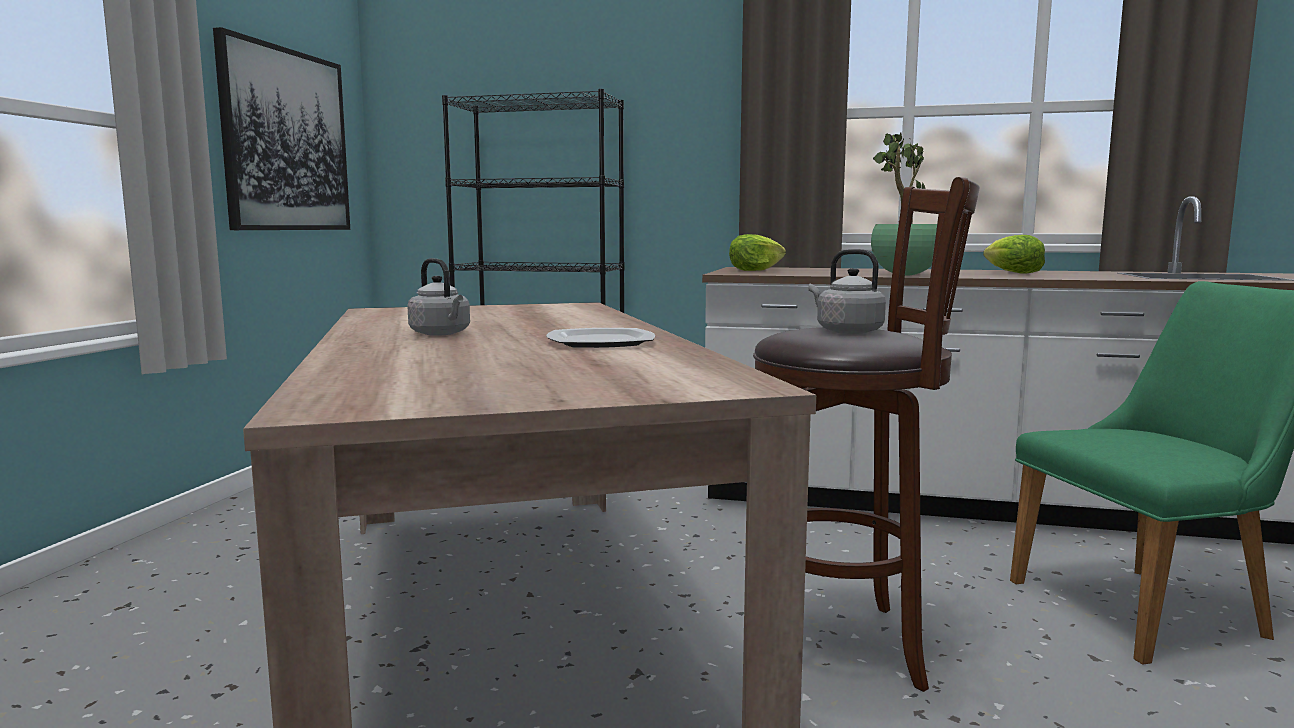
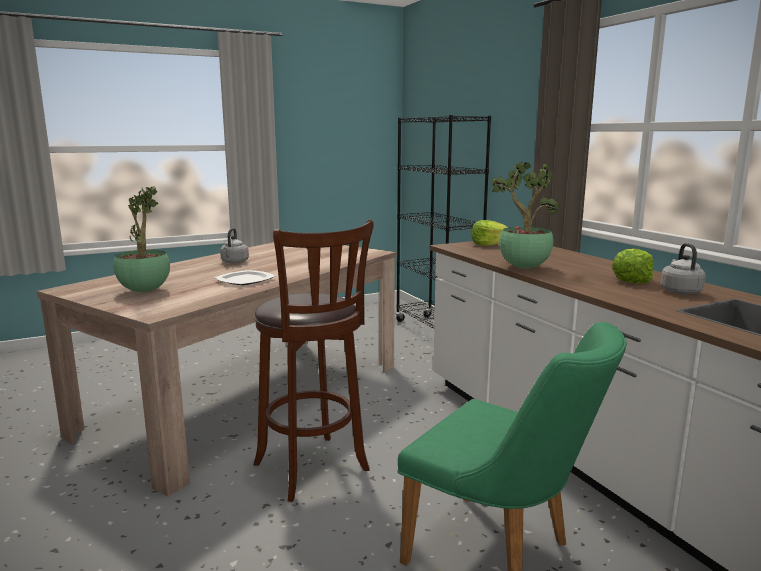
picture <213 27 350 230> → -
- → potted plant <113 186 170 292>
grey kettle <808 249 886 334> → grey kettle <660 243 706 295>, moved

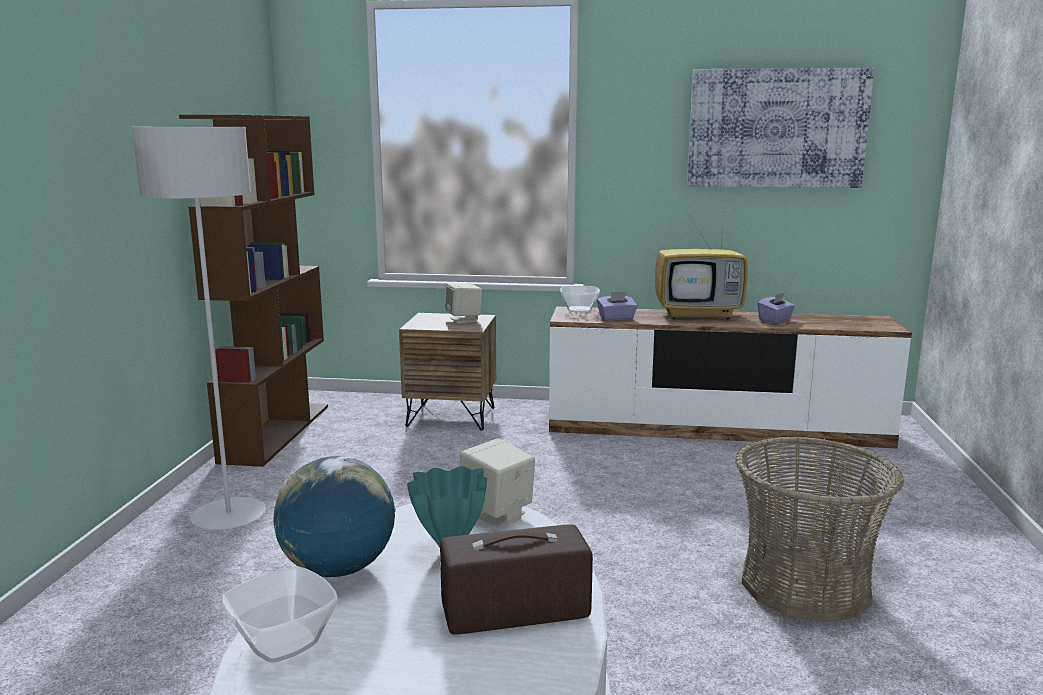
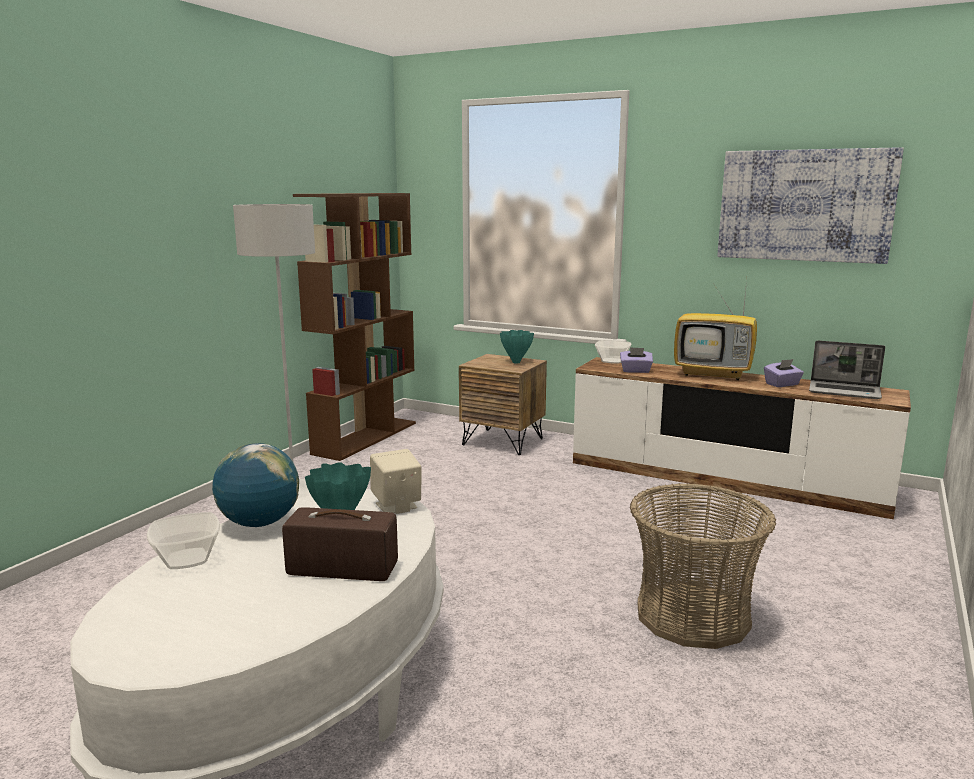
- → laptop <809 340 885 399>
beige speaker <445 283 482 323> → turquoise vase <500 330 534 363>

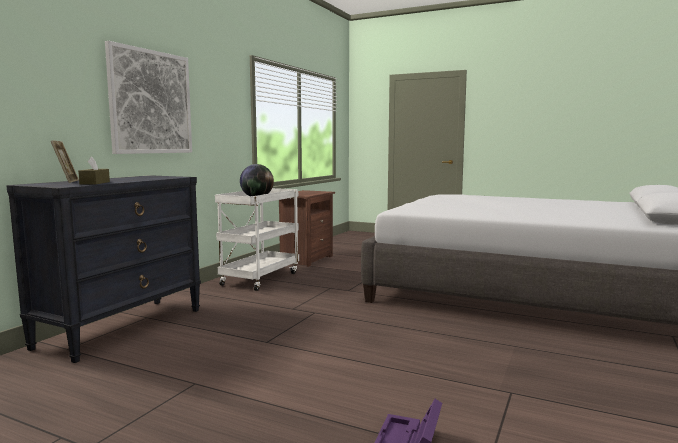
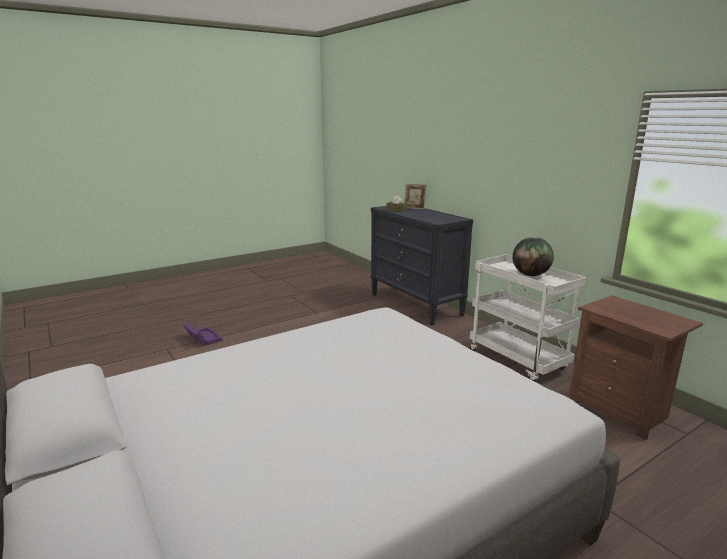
picture <105 41 192 154> → -

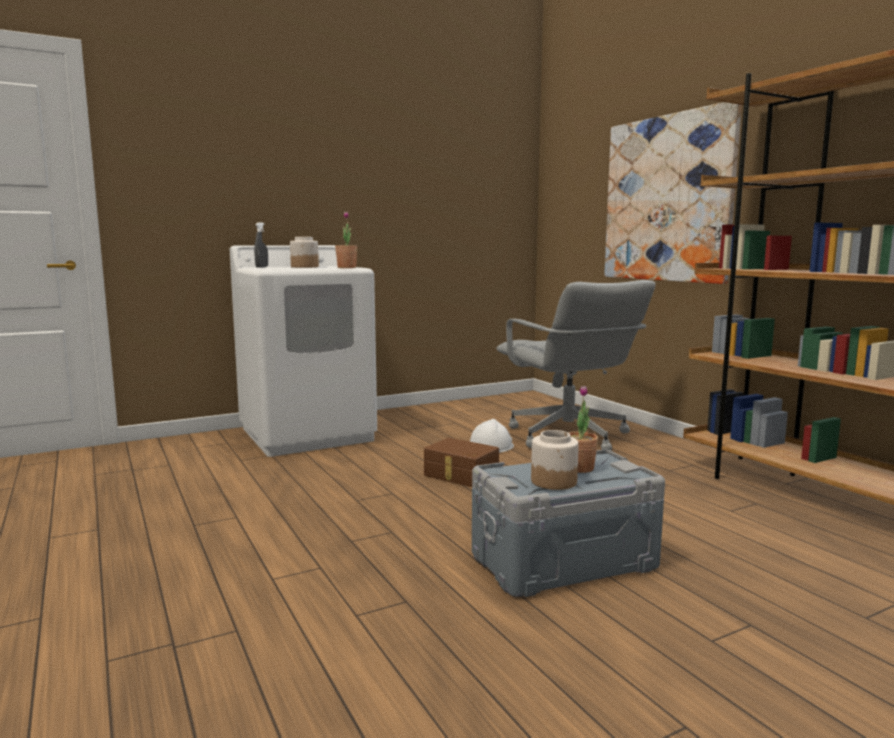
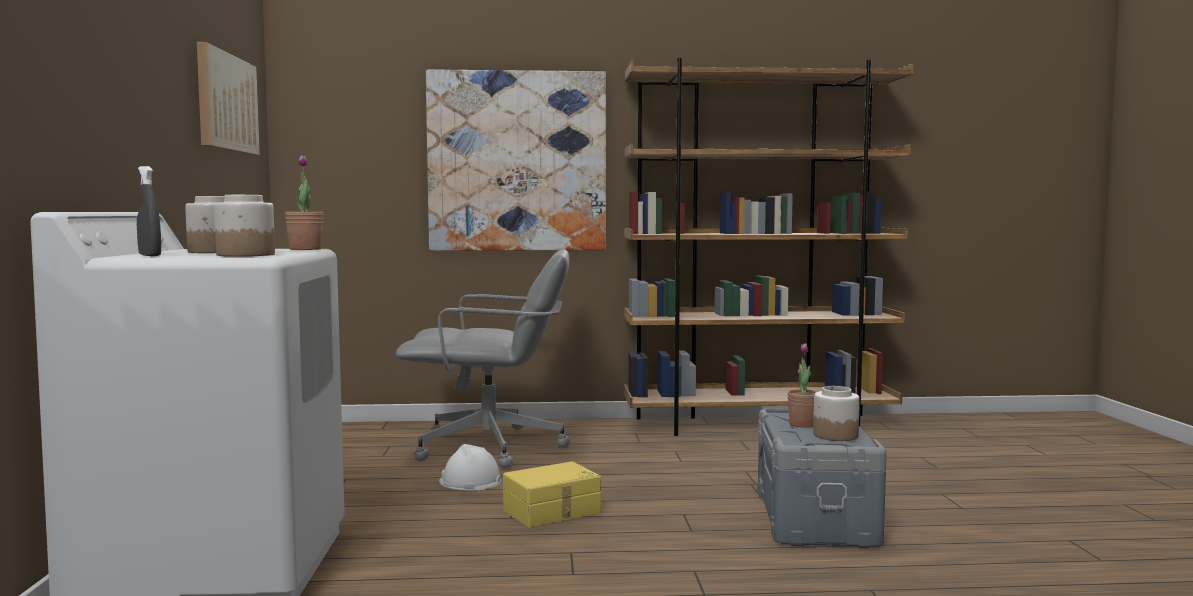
- → picture <197 42 260 155>
- → jar <214 195 275 257>
brown storage box <424 438 499 487> → yellow storage box <503 461 601 528>

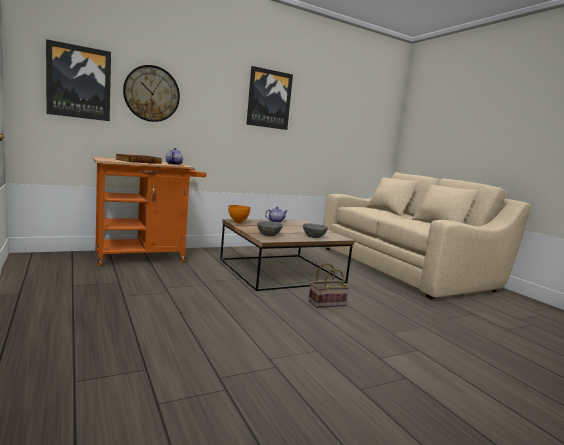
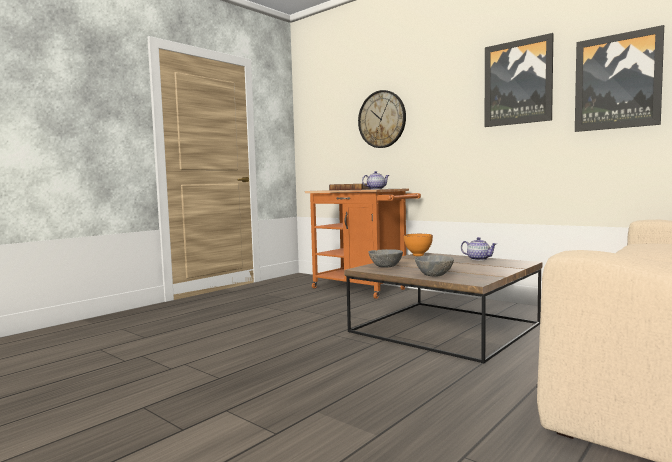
basket <308 263 349 308> → -
picture <46 39 111 121> → picture <575 25 664 132>, moved

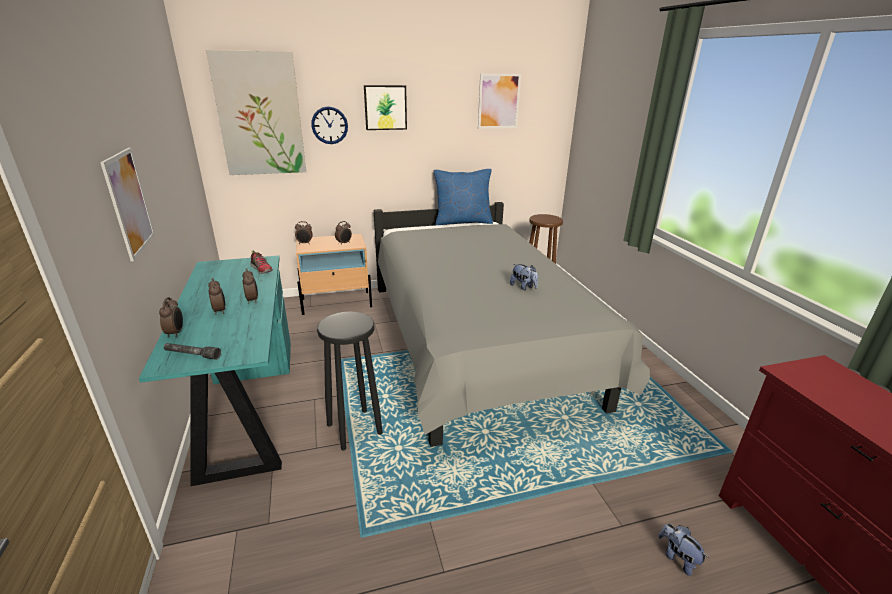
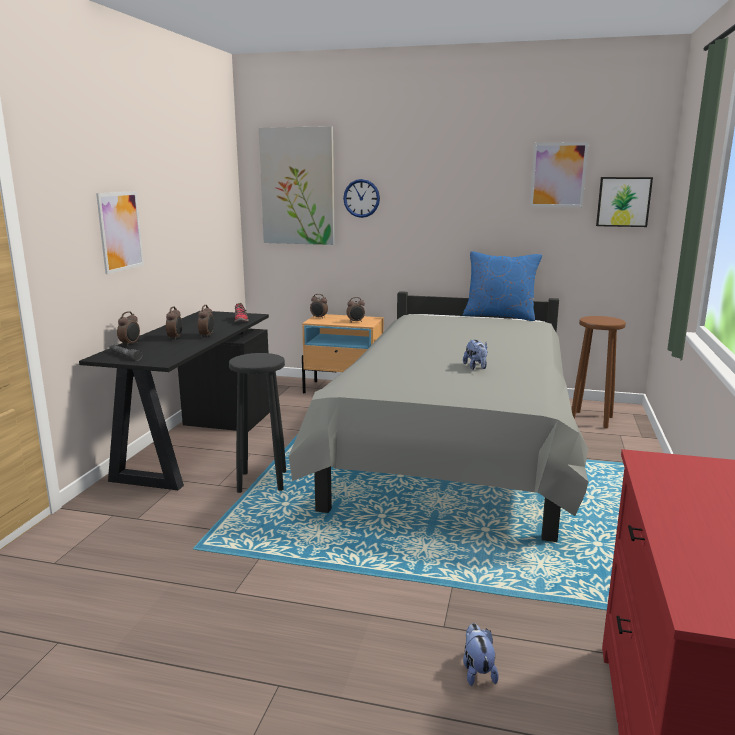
picture <364 85 407 130> → picture <596 177 653 227>, moved
turquoise desk <139 255 291 486> → black desk <79 311 270 490>

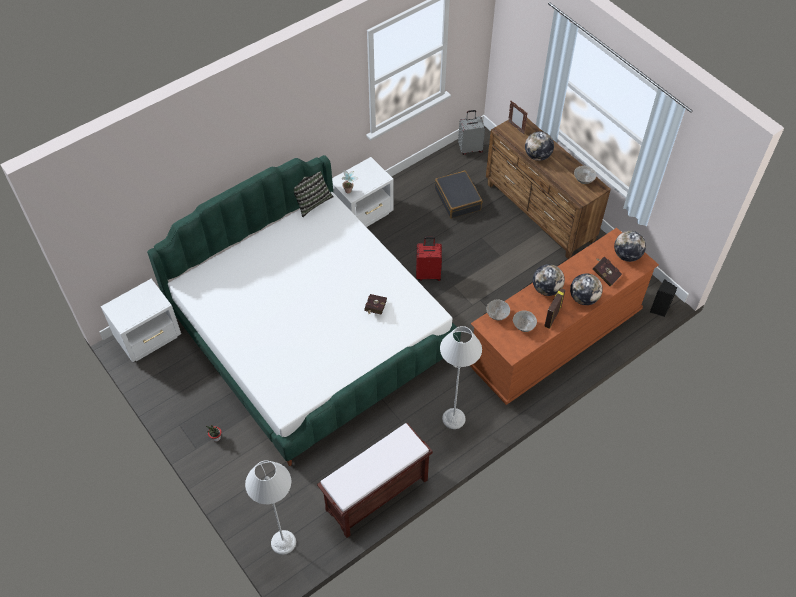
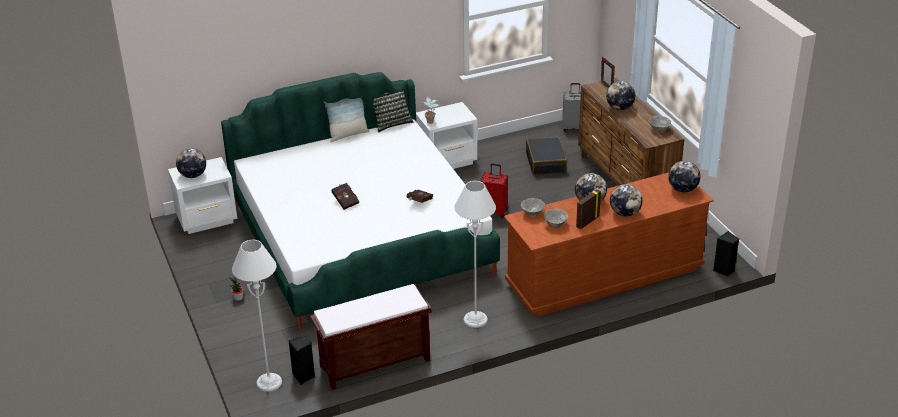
- → globe <176 148 206 178>
- → black speaker <289 336 315 385>
- → pillow <324 97 369 142>
red book <593 256 622 286> → red book <331 183 359 210>, moved

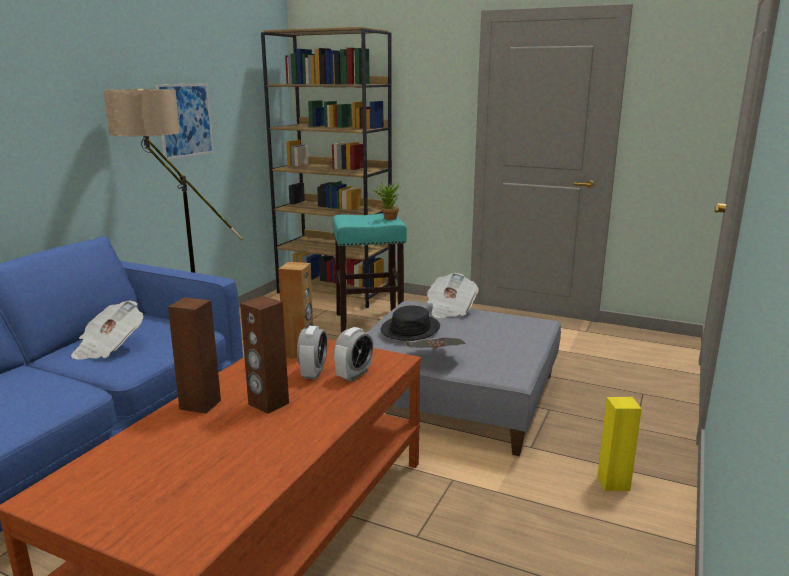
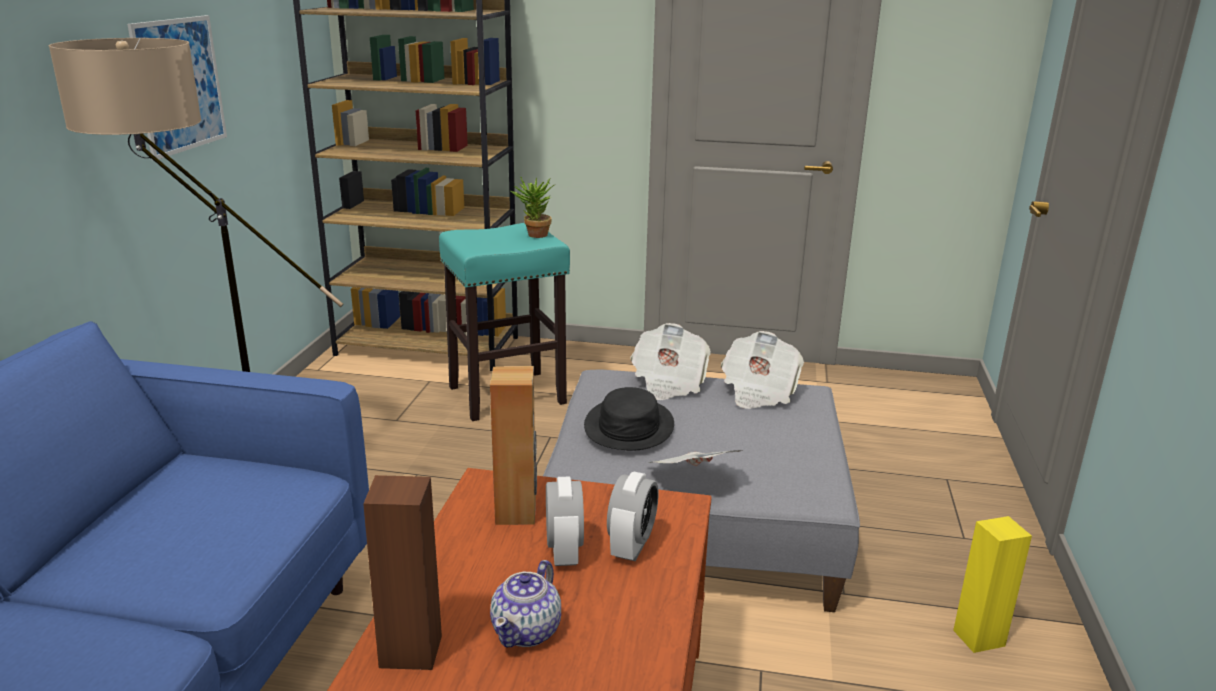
newspaper <71 301 143 359> → newspaper <721 331 804 409>, moved
brown speaker <240 296 289 414> → teapot <490 560 561 647>

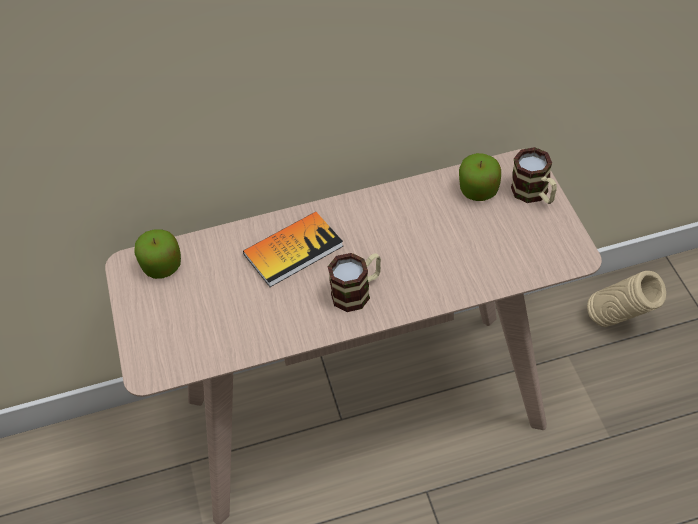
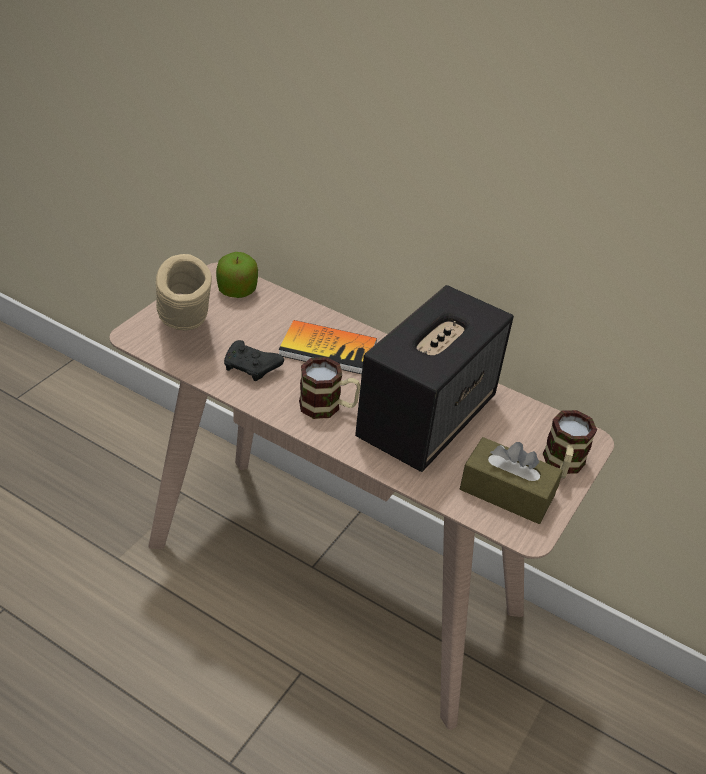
apple <459 153 501 201> → -
- → black game controller <224 340 284 381>
- → speaker <355 285 514 472>
- → brown tissue box <460 437 563 524>
beige vase <587 271 666 327> → beige vase <156 254 212 331>, moved

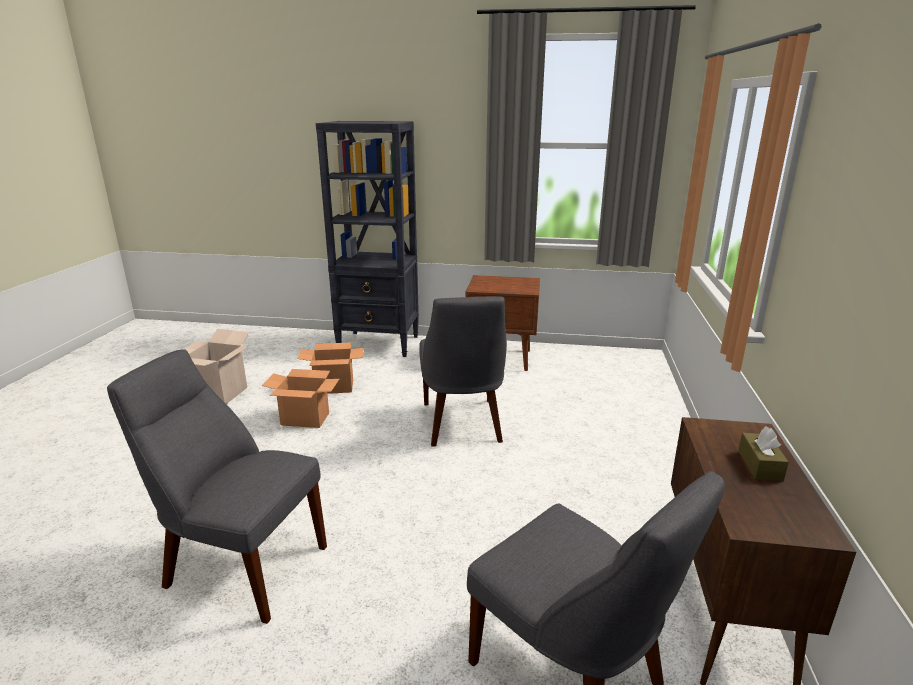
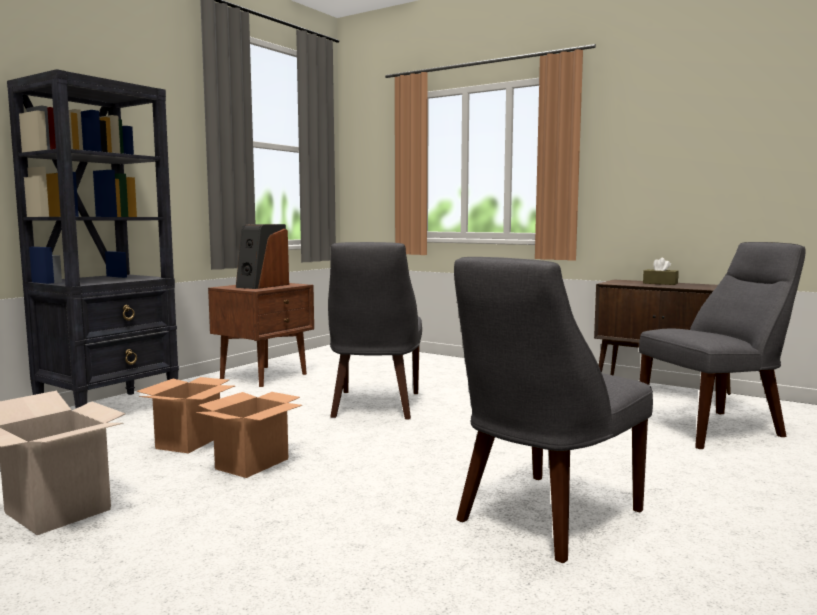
- → speaker <236 224 289 289>
grey chair <419 296 507 447> → grey chair <328 242 422 419>, 75 degrees clockwise

